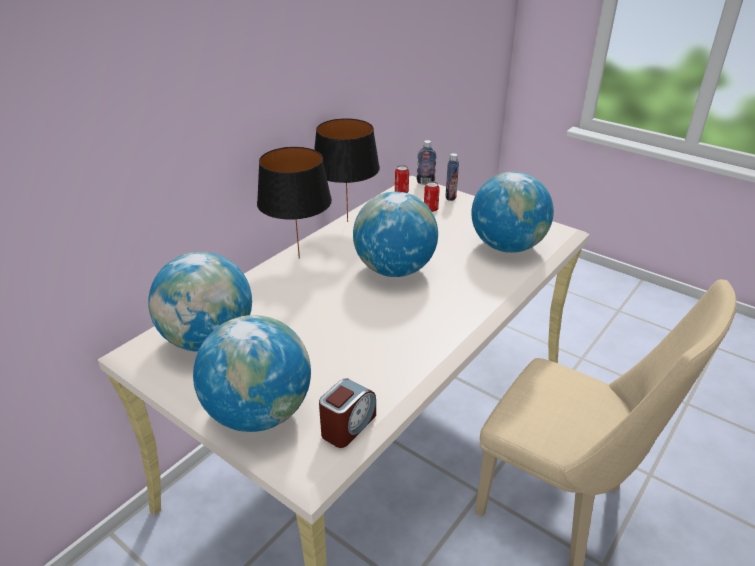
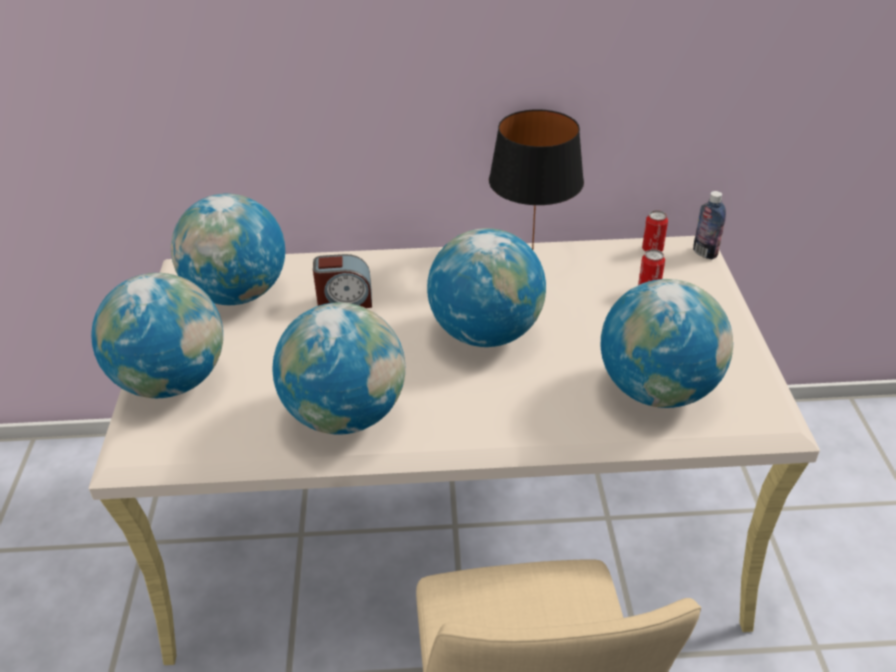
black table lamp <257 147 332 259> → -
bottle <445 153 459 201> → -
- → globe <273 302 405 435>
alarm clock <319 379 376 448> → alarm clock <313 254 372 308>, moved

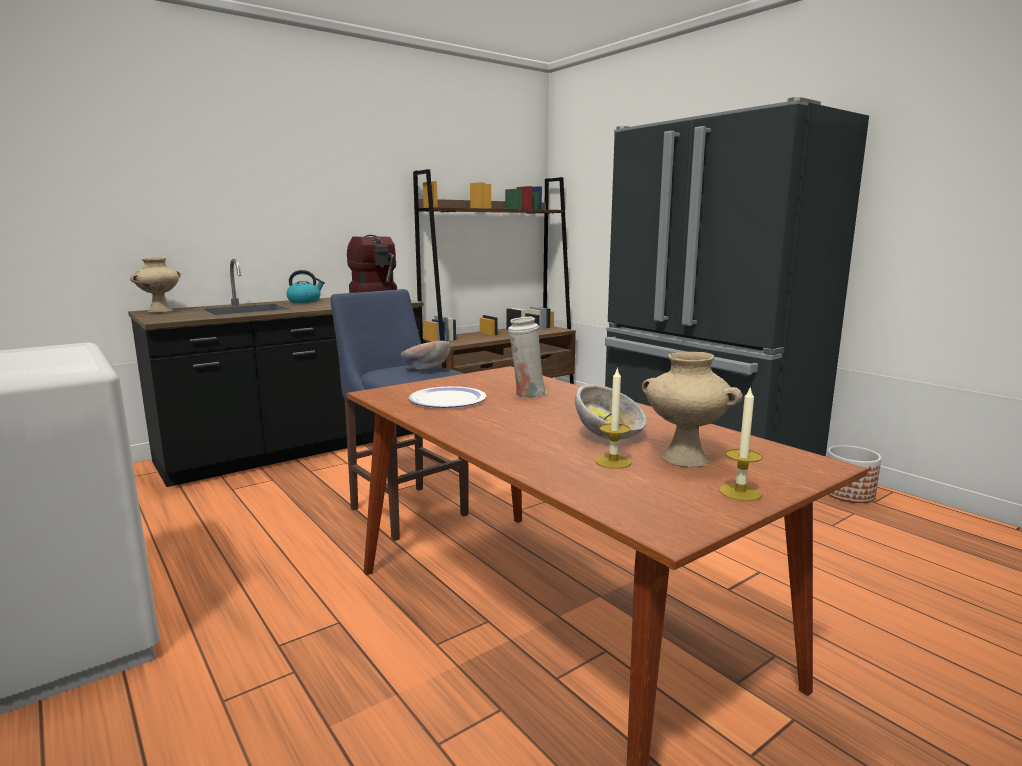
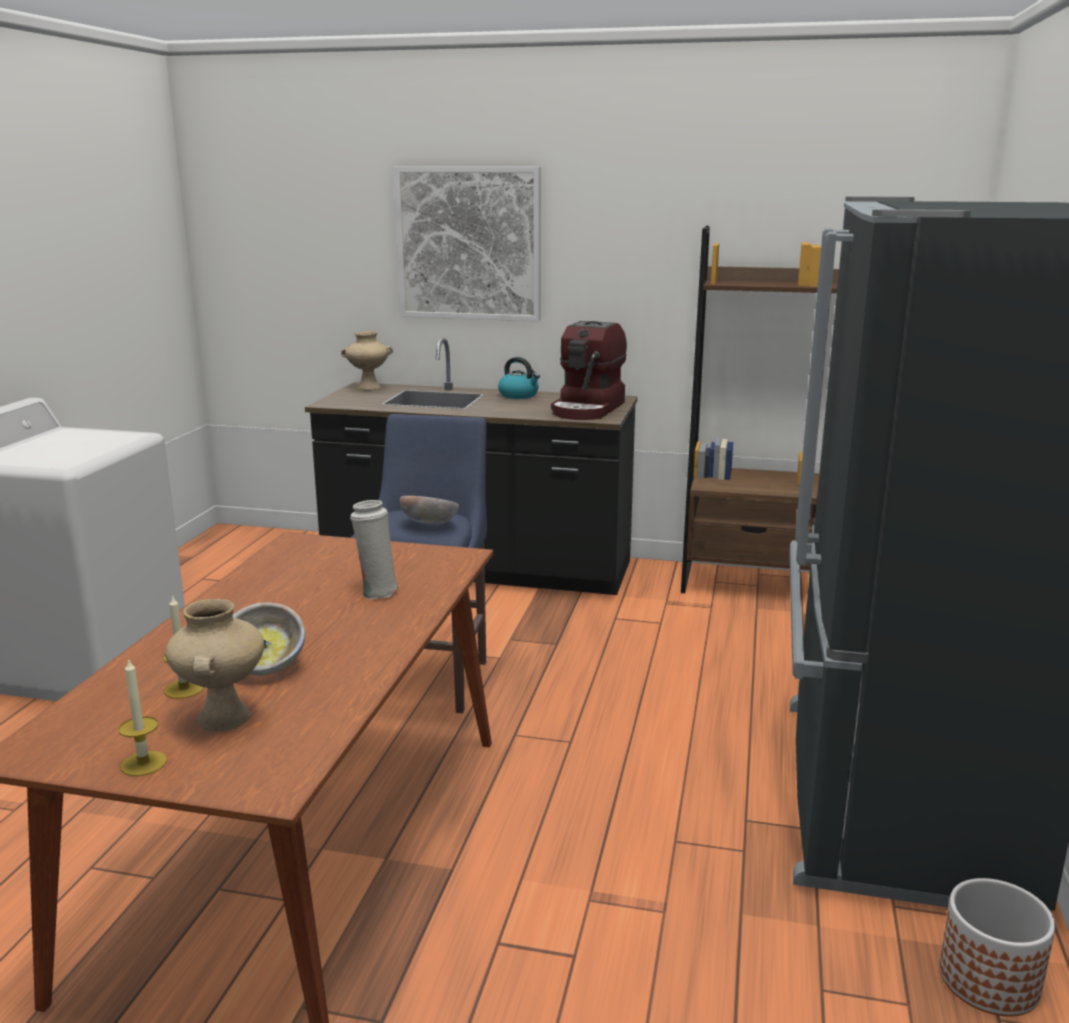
plate <409 386 487 408> → -
- → picture <394 167 541 321>

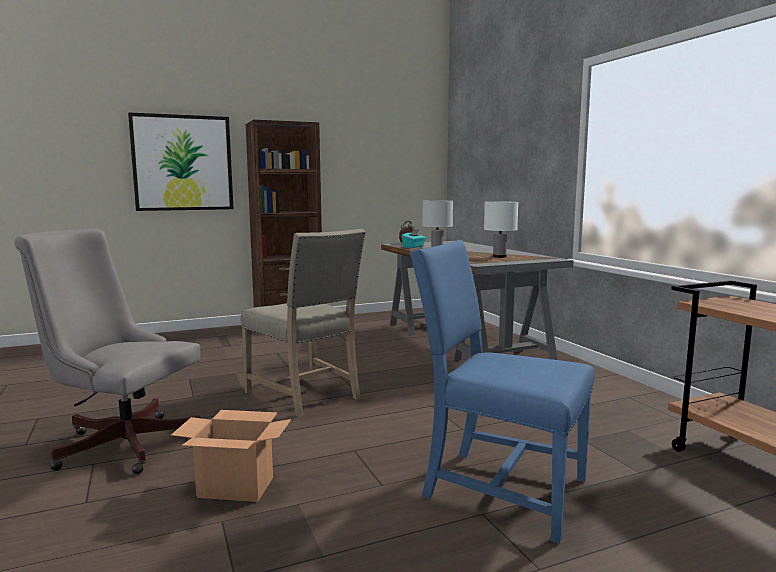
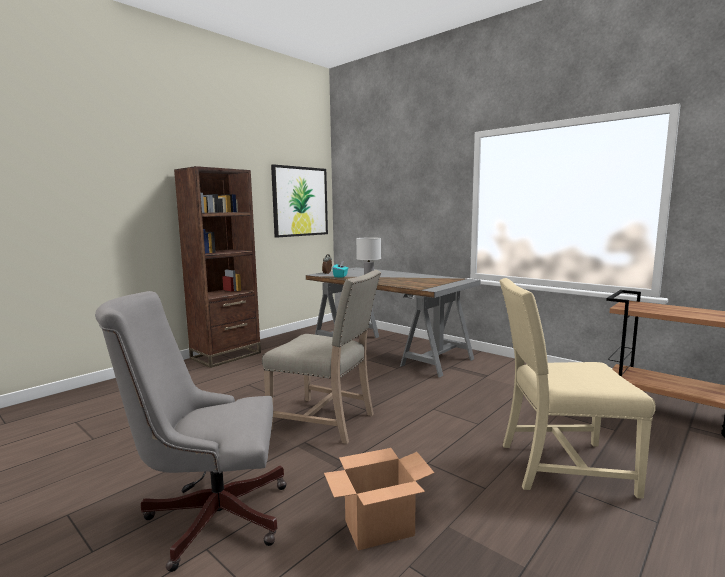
white table lamp <484 202 518 258> → -
picture <128 112 234 211> → picture <271 164 328 238>, moved
blue chair <410 240 595 544> → beige chair <499 278 656 498>

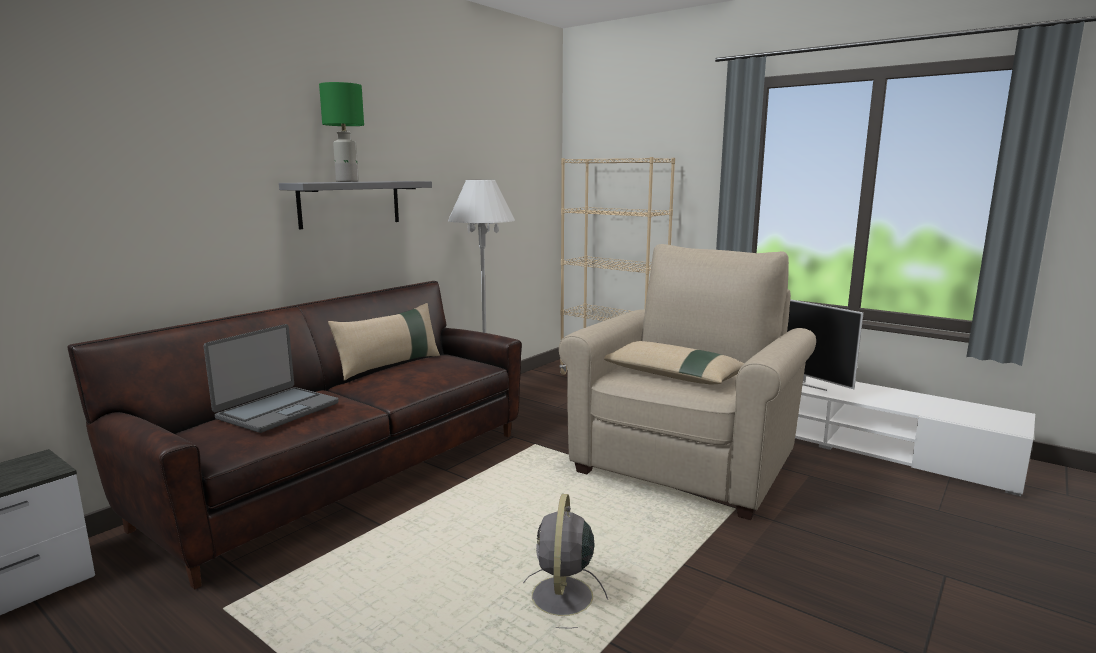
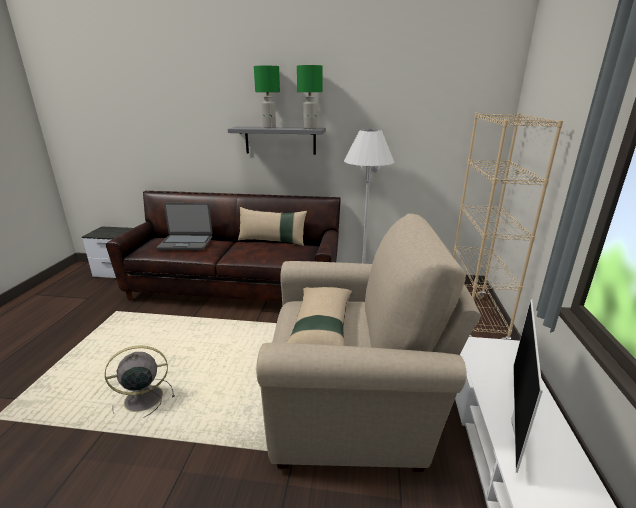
- → green table lamp <297 65 323 129>

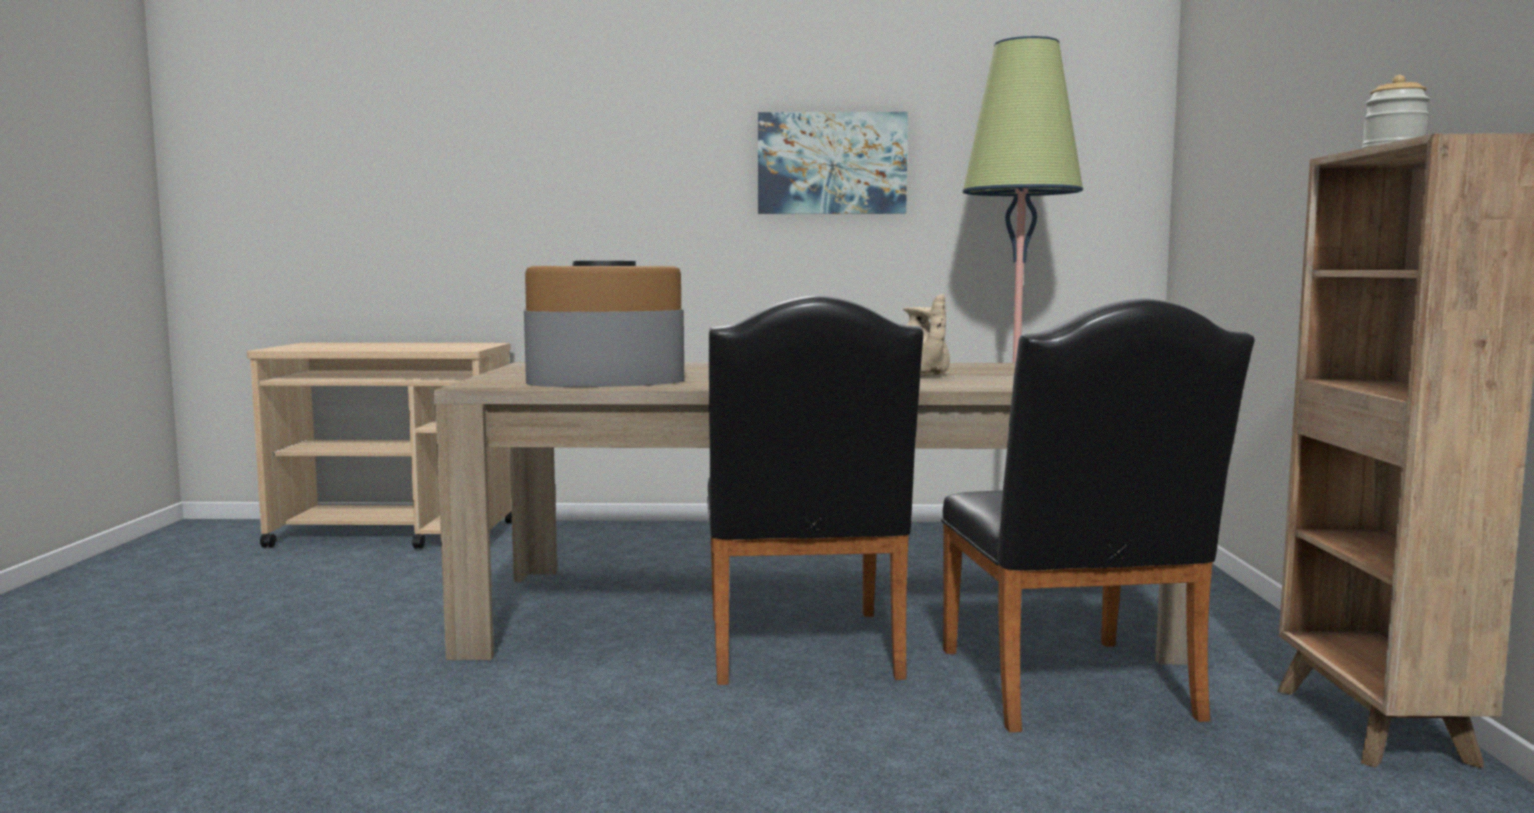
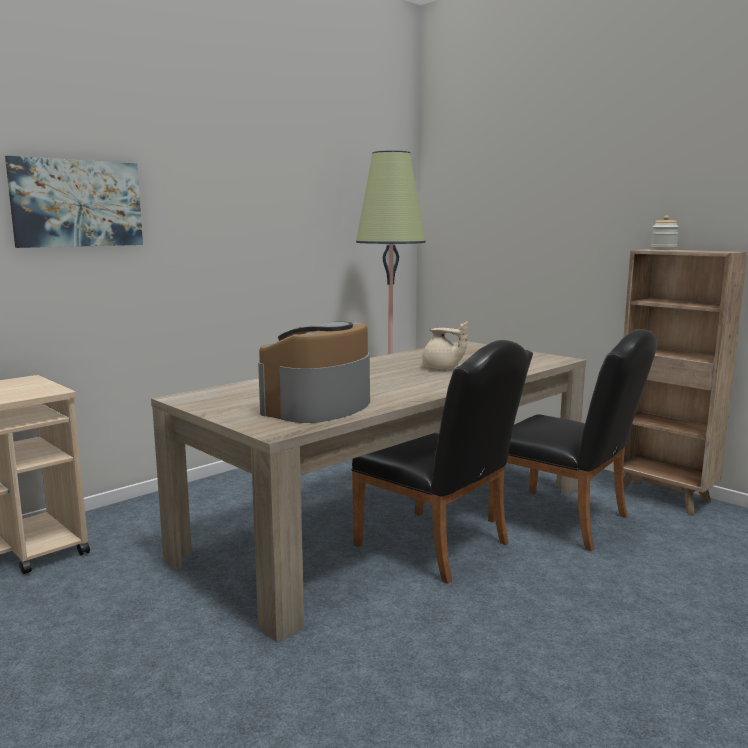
picture <758 112 908 214> → picture <5 156 143 248>, moved

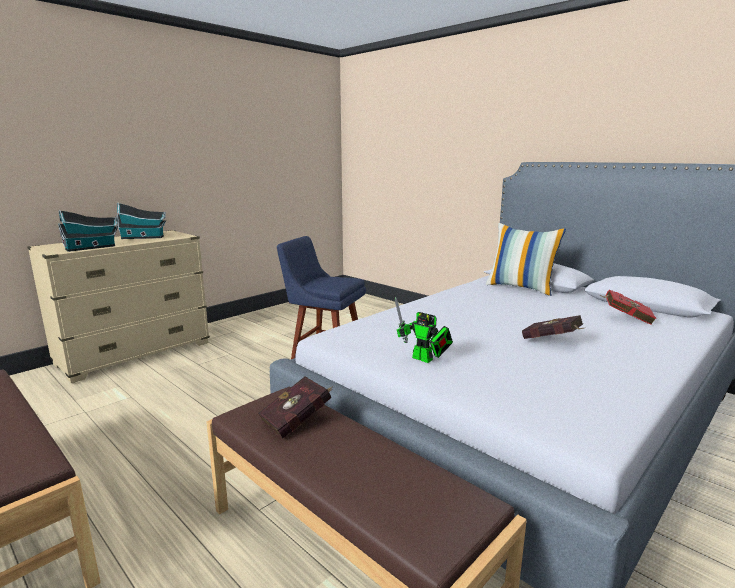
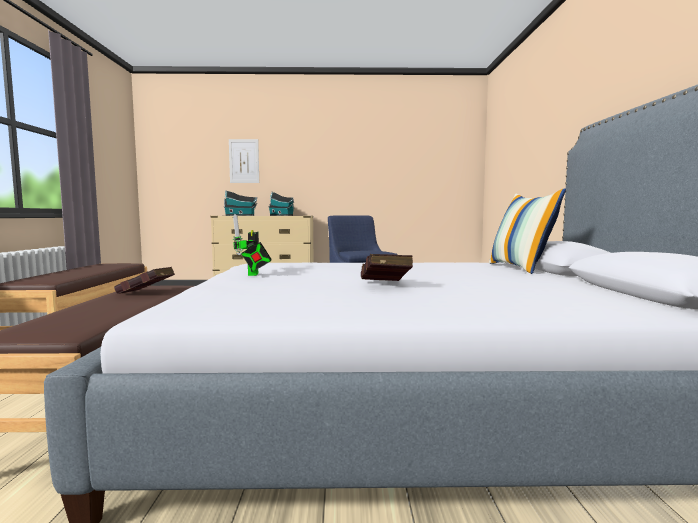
red book <601 289 656 325> → -
- → picture <229 139 259 183>

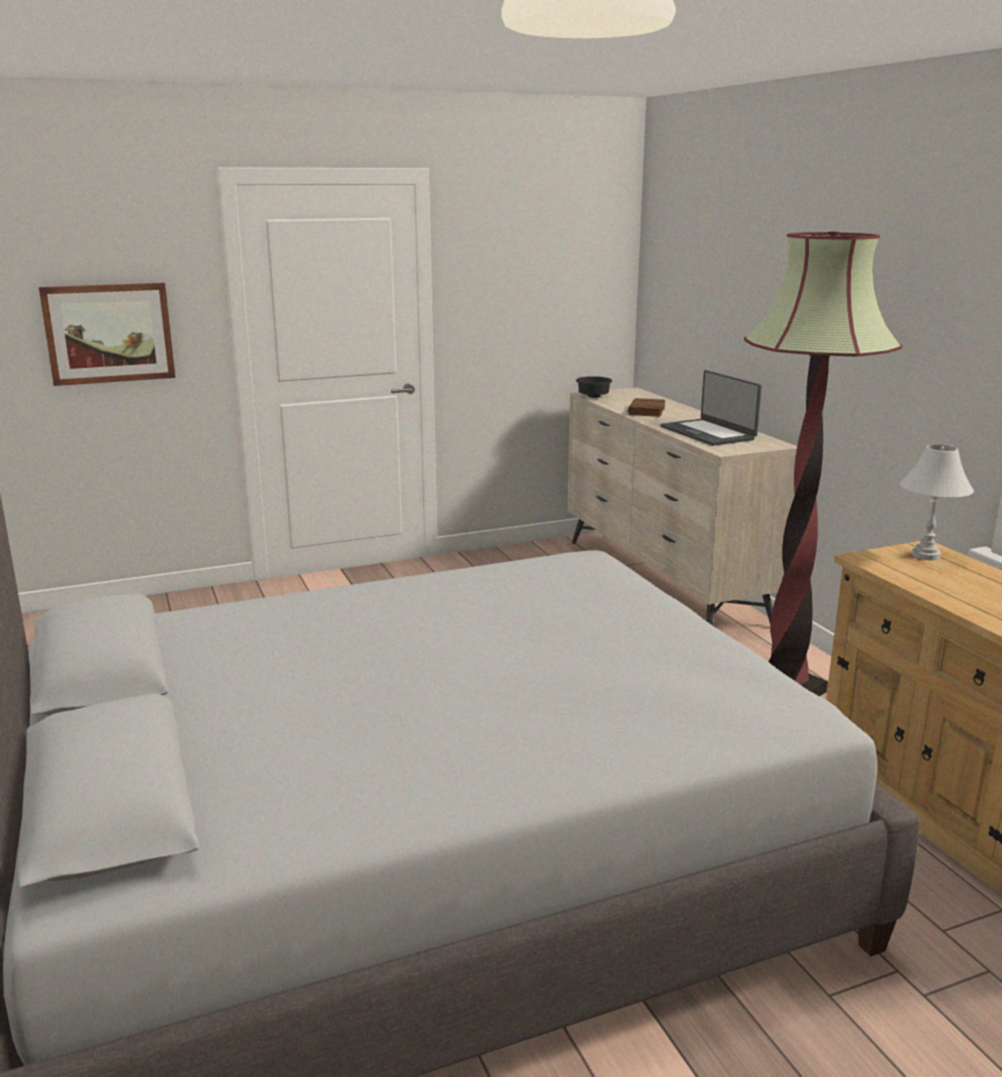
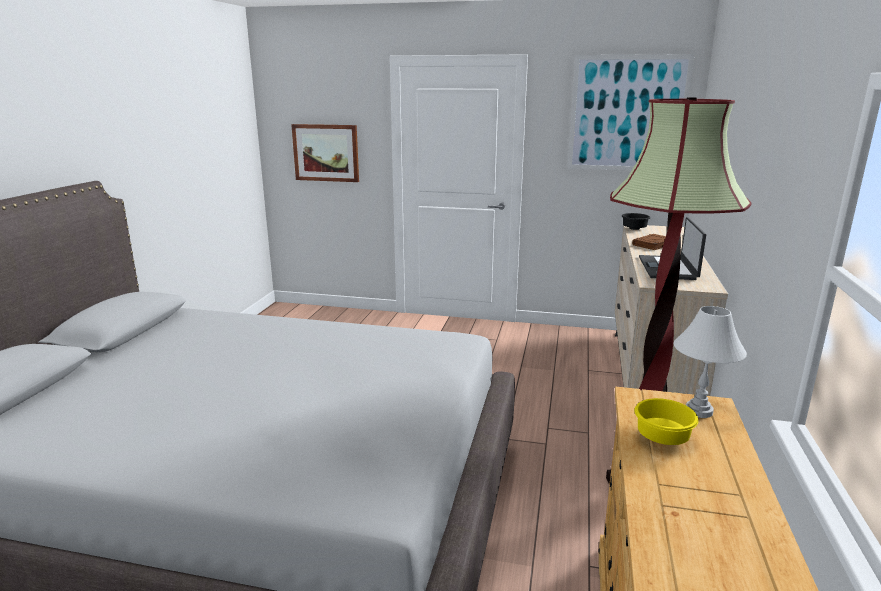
- → picture <567 54 695 171>
- → yellow bowl <634 398 699 445>

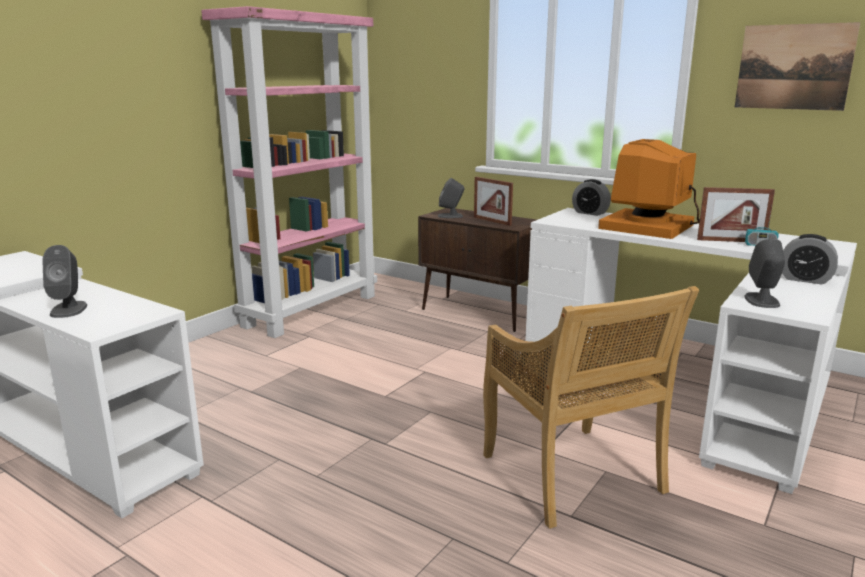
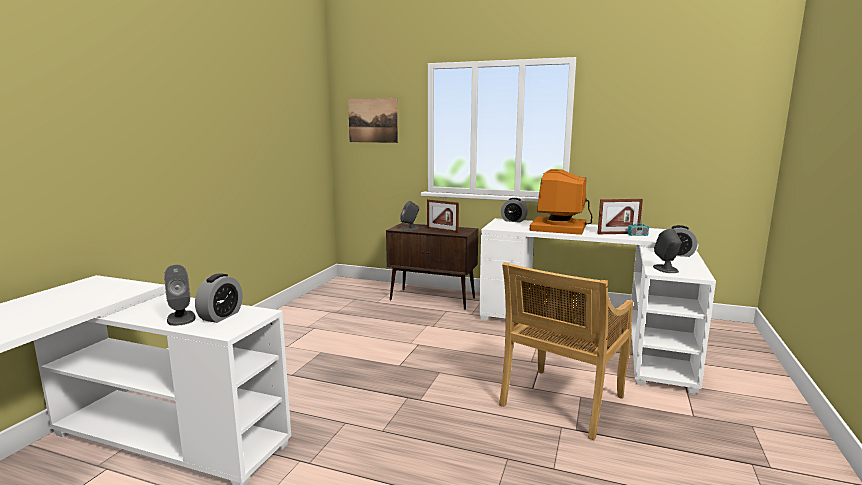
pink bookcase <201 6 377 338> → -
- → alarm clock <195 273 242 323>
picture <735 22 860 111> → picture <348 98 398 143>, moved
beige chair <483 286 699 529> → beige chair <499 262 633 440>, 75 degrees clockwise

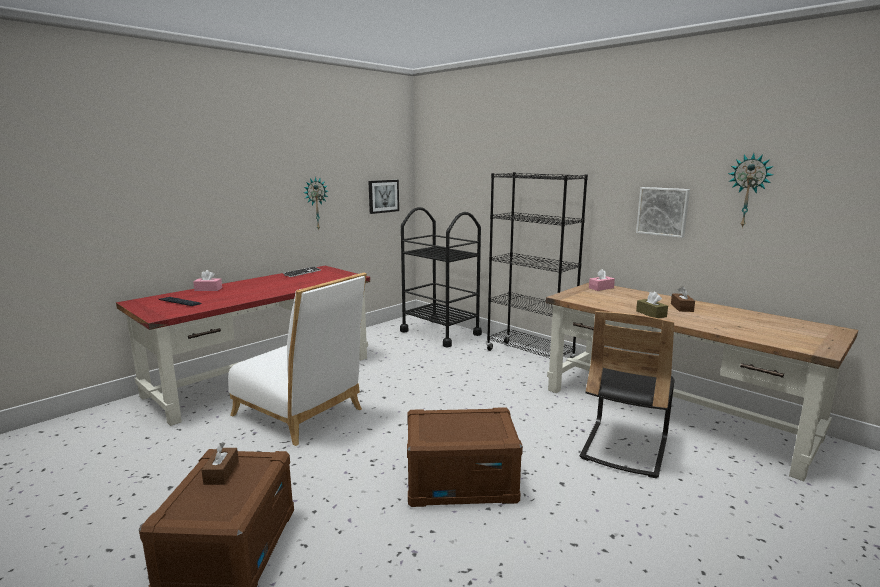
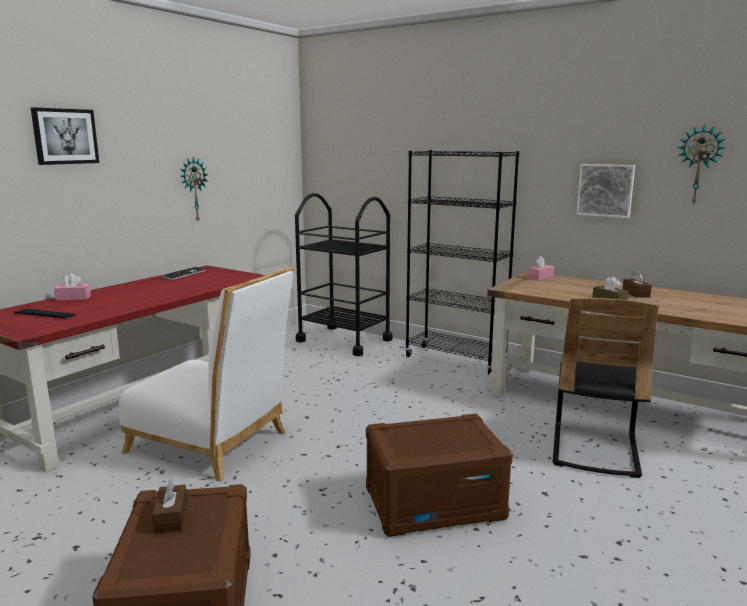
picture <368 180 399 214> → picture <31 107 99 165>, moved

